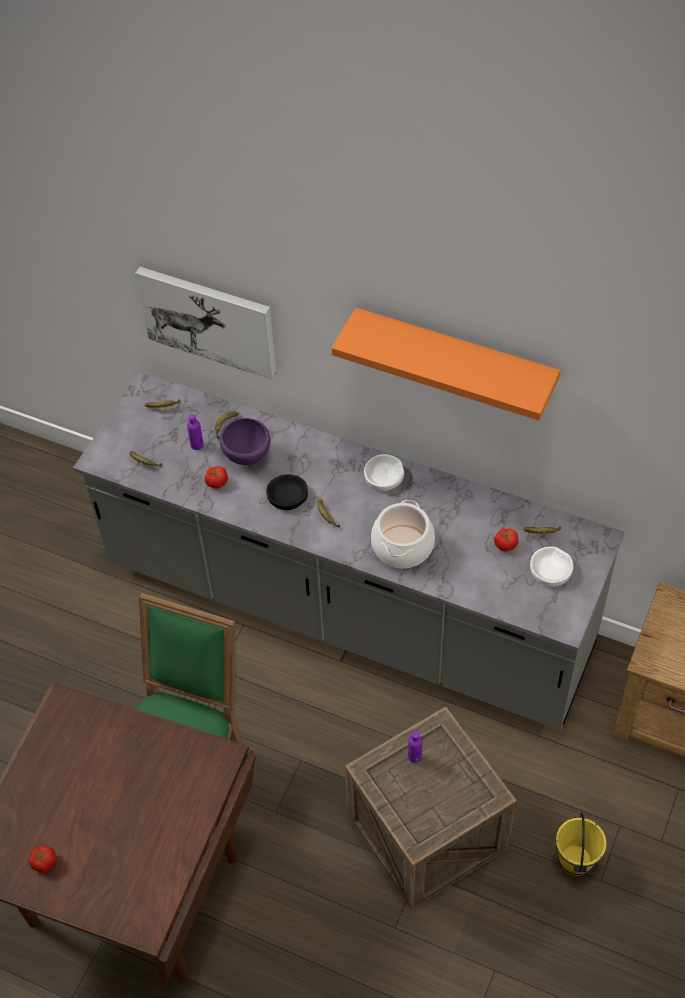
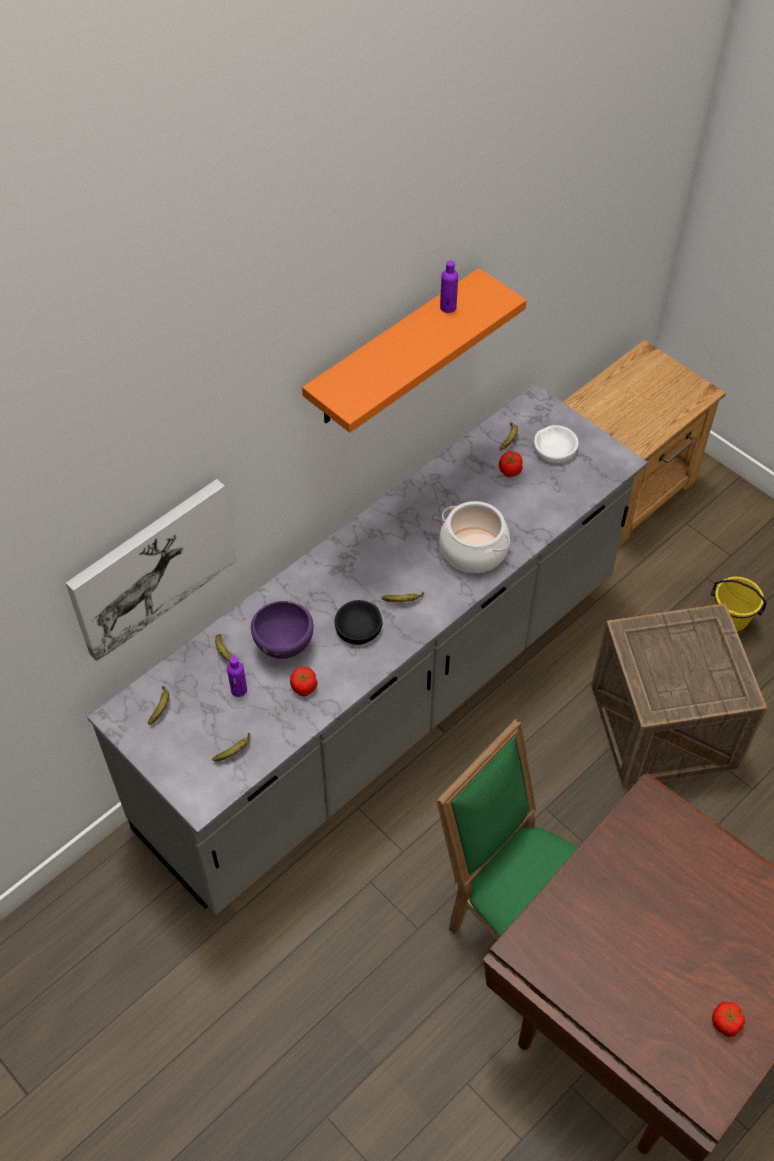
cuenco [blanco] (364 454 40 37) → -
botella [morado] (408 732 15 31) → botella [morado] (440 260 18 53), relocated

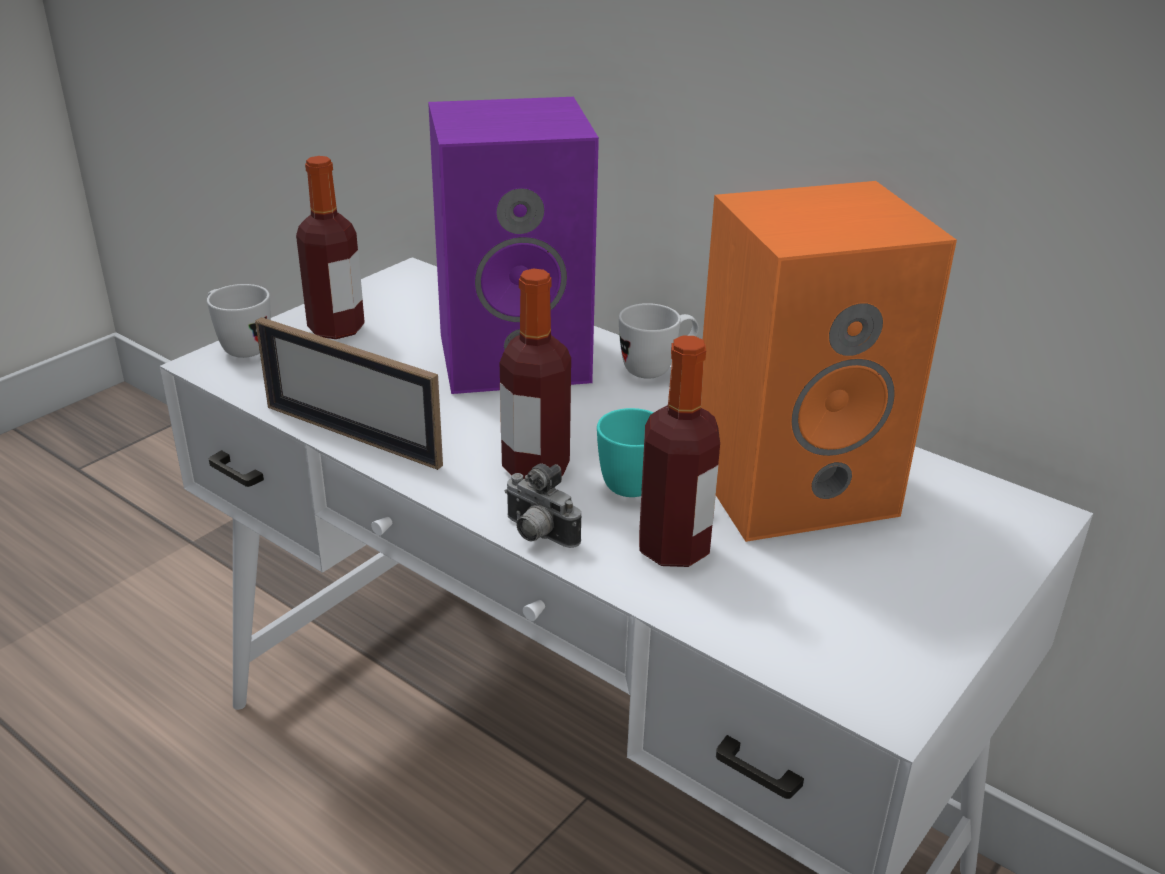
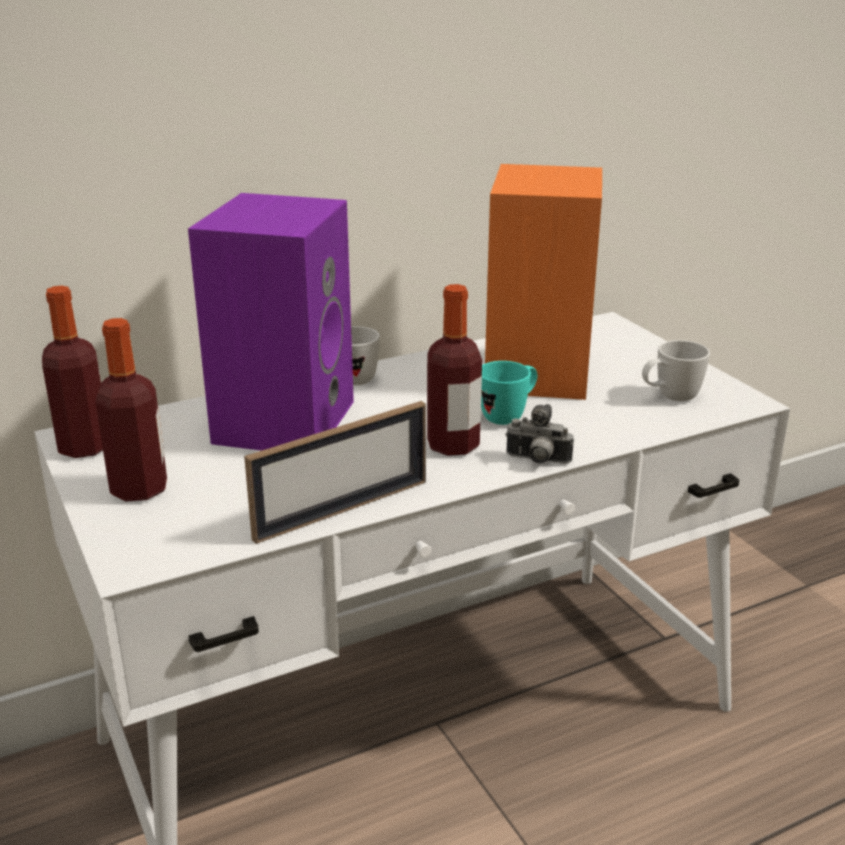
taza grande [blanco] (207 284 64 74) → taza grande [blanco] (642 340 68 61), relocated
cámara (505 463 76 85) → cámara (505 404 69 60), 45 degrees clockwise
botella (639 336 81 231) → botella (42 286 61 172), relocated

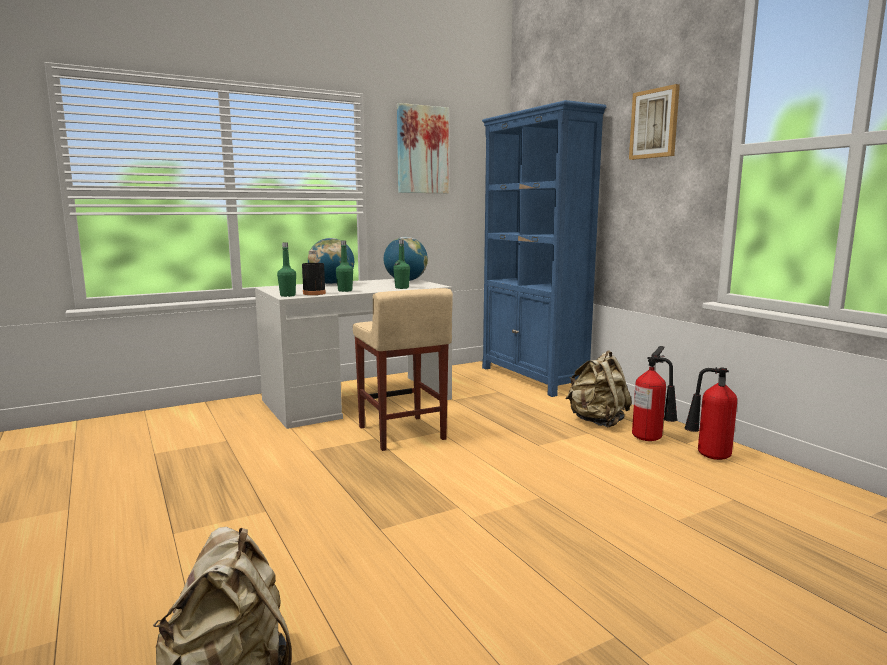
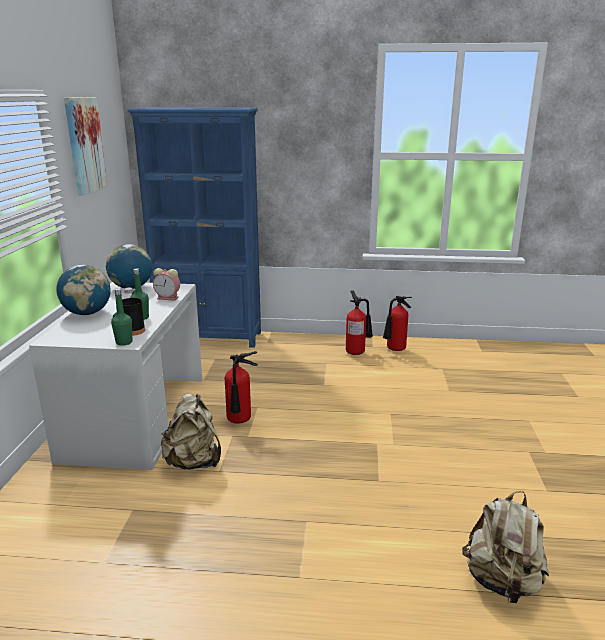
taburete [beis] (353 288 100 163) → extintor (225 351 33 73)
botella [verde] (393 239 17 50) → despertador (153 268 27 33)
mochila [beis] (566 351 66 77) → mochila [beis] (161 394 60 76), relocated
cuadro (629 84 51 76) → -

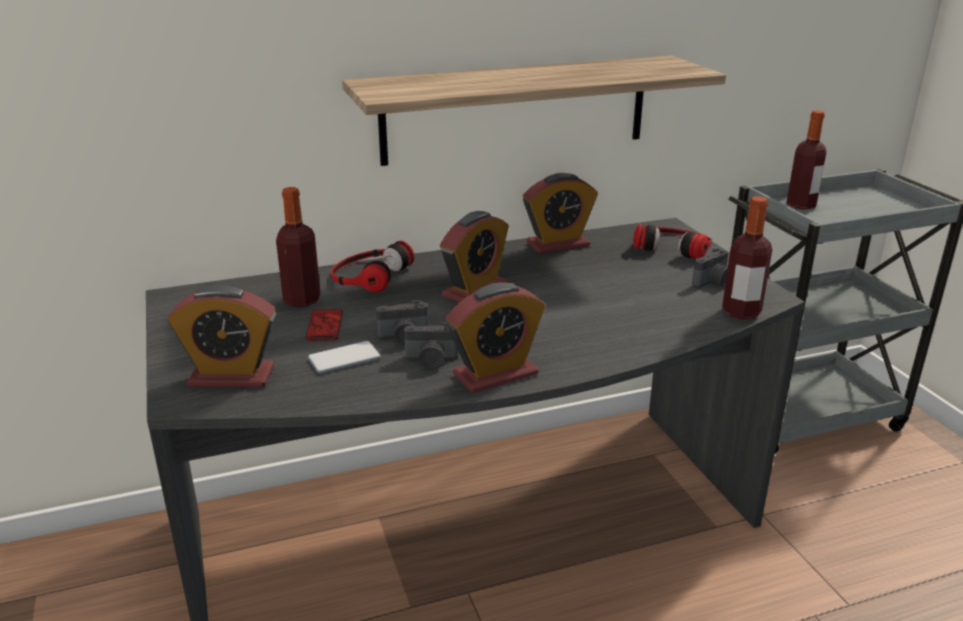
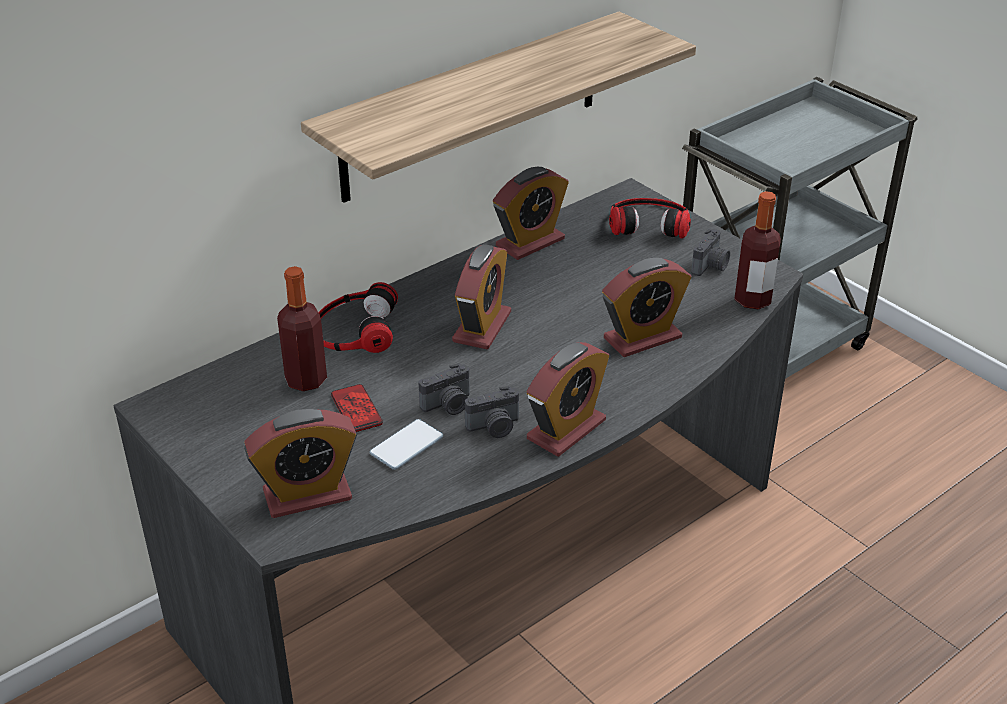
botella (786 110 41 99) → -
- → despertador (602 258 89 99)

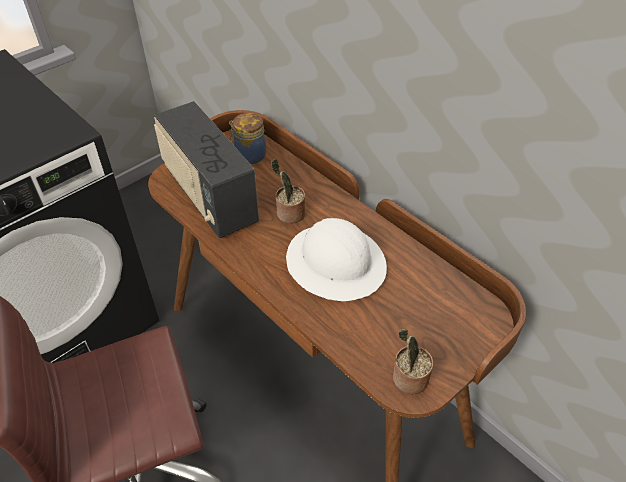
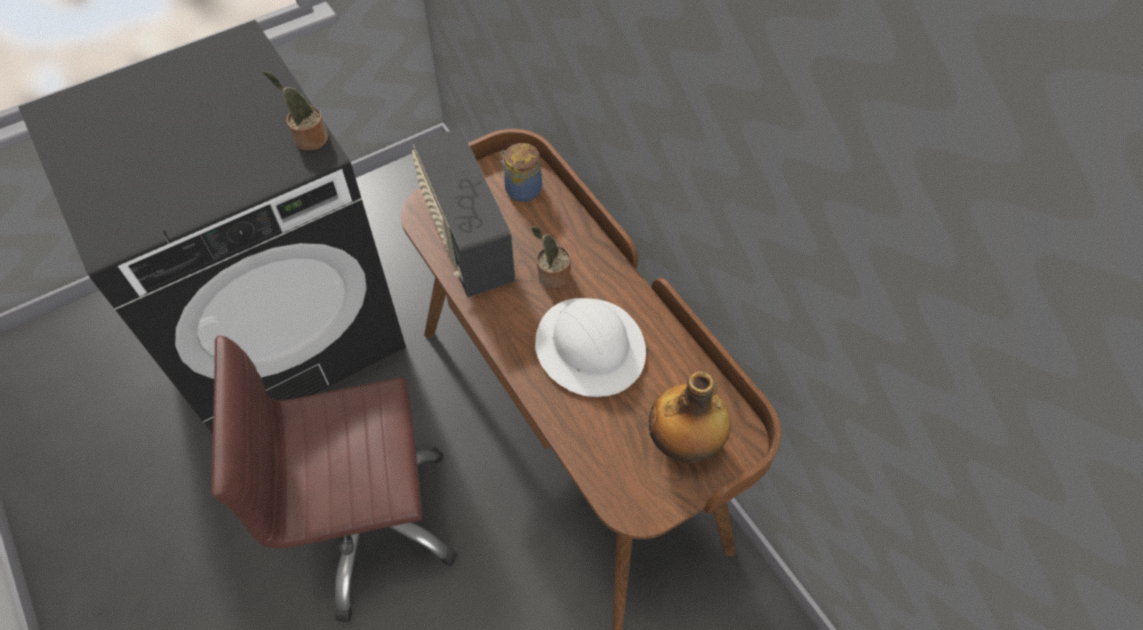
planta en maceta (393 329 40 65) → planta en maceta (263 71 65 80), relocated
- → botella (649 371 82 92)

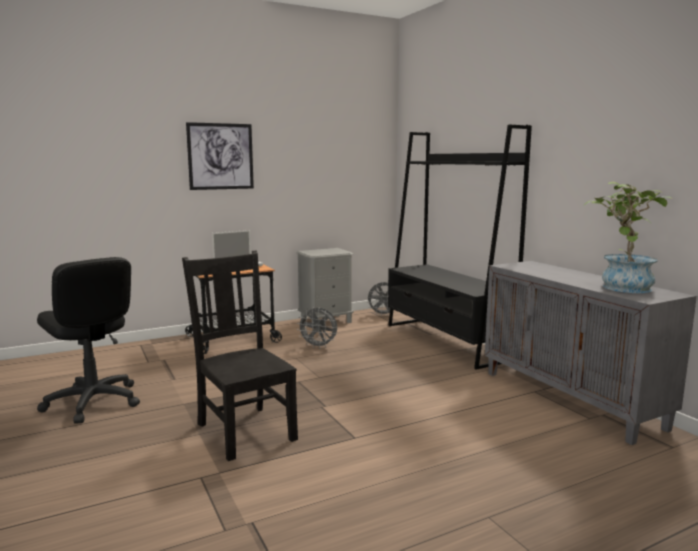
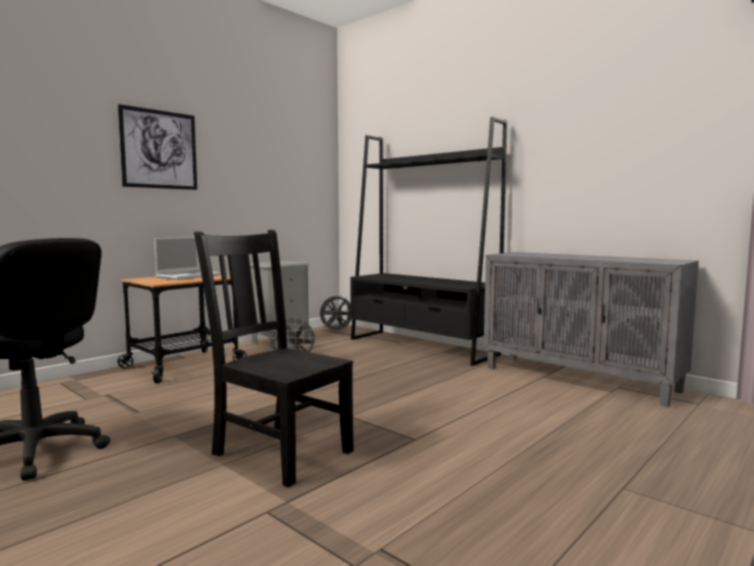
planta en maceta (584 182 89 111) → -

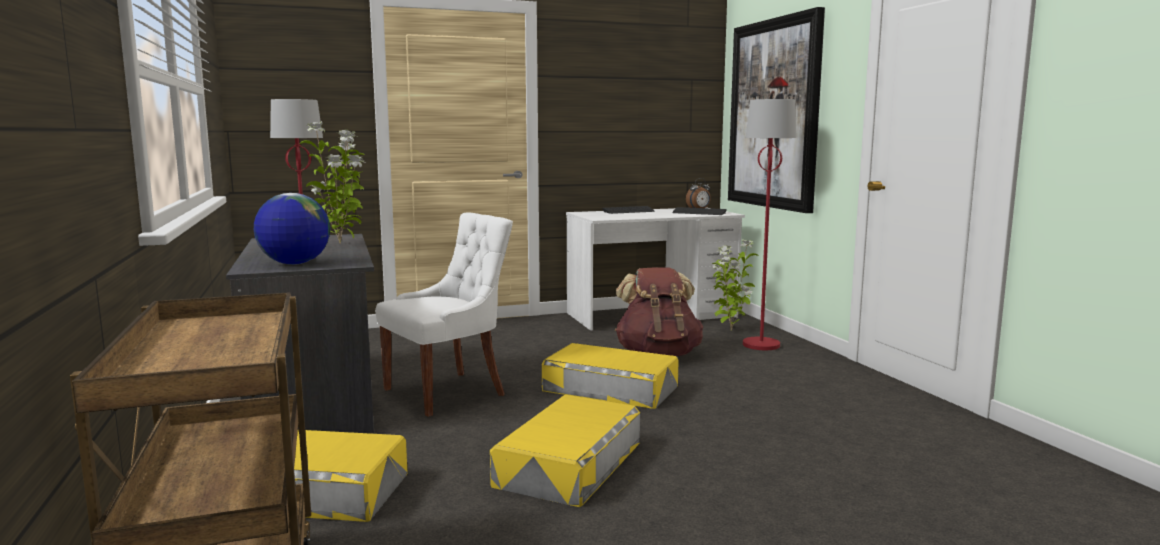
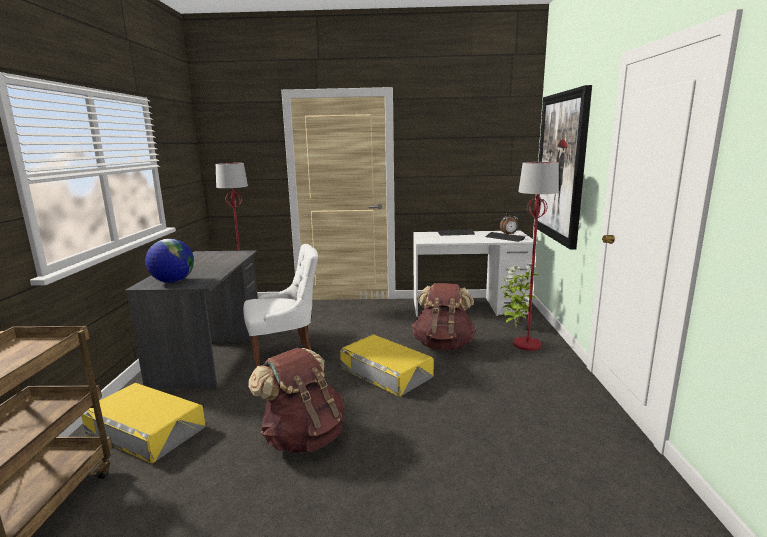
planta en maceta (300 121 66 123) → -
caja de almacenaje [amarillo] (490 395 150 112) → mochila [marrón] (248 347 97 106)

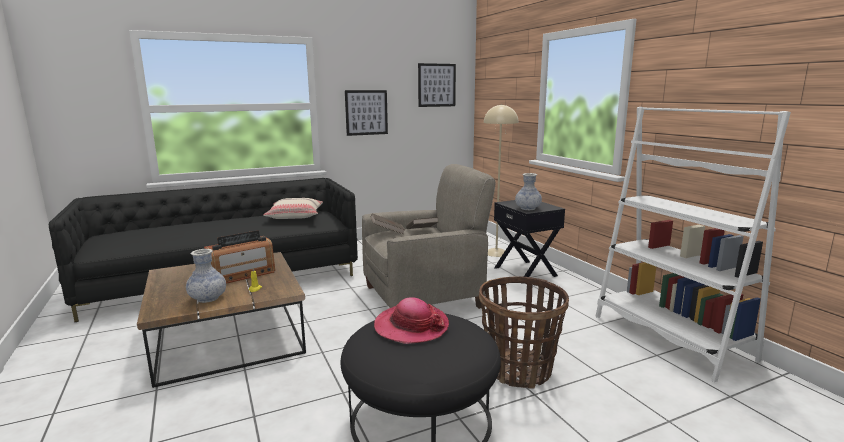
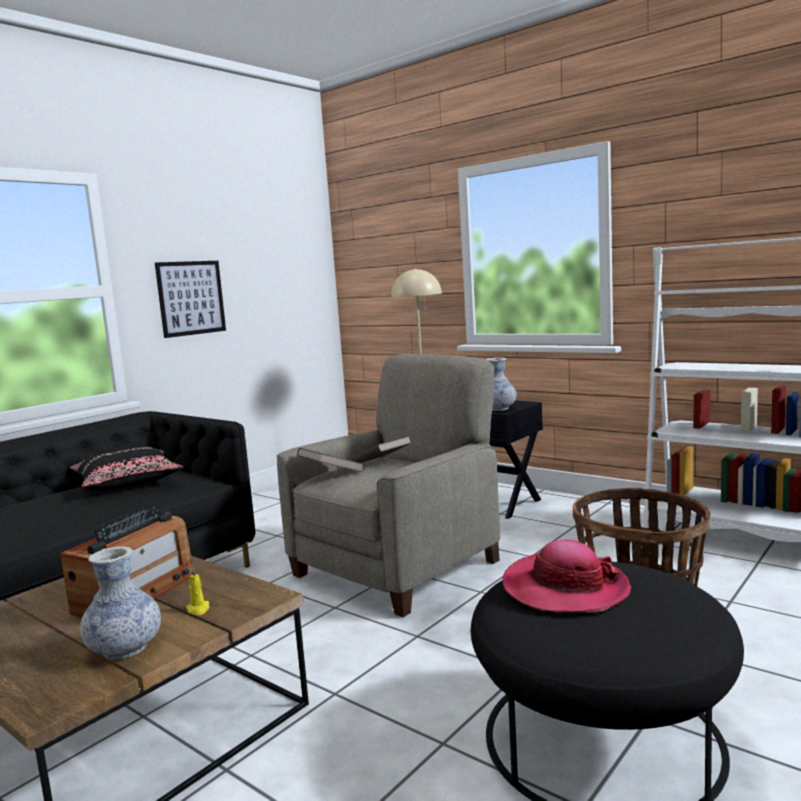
cojín [beis] (263 198 60 21) → cojín [negro] (70 446 114 45)
cuadro (418 63 38 44) → -

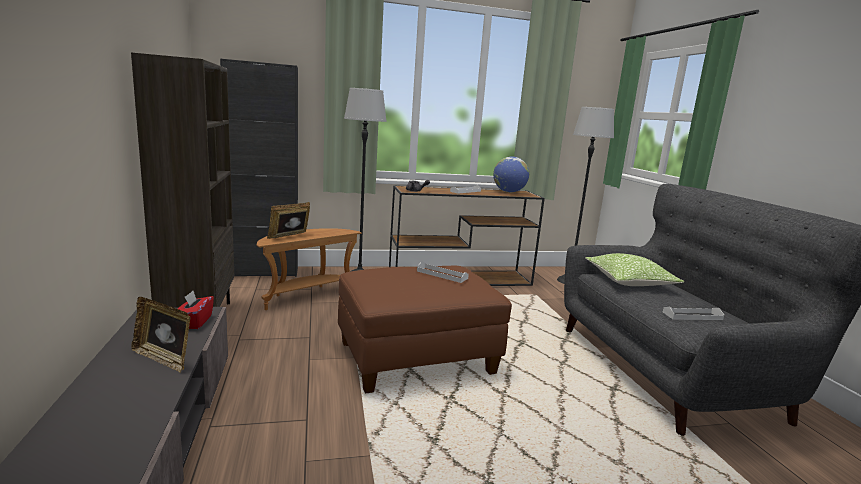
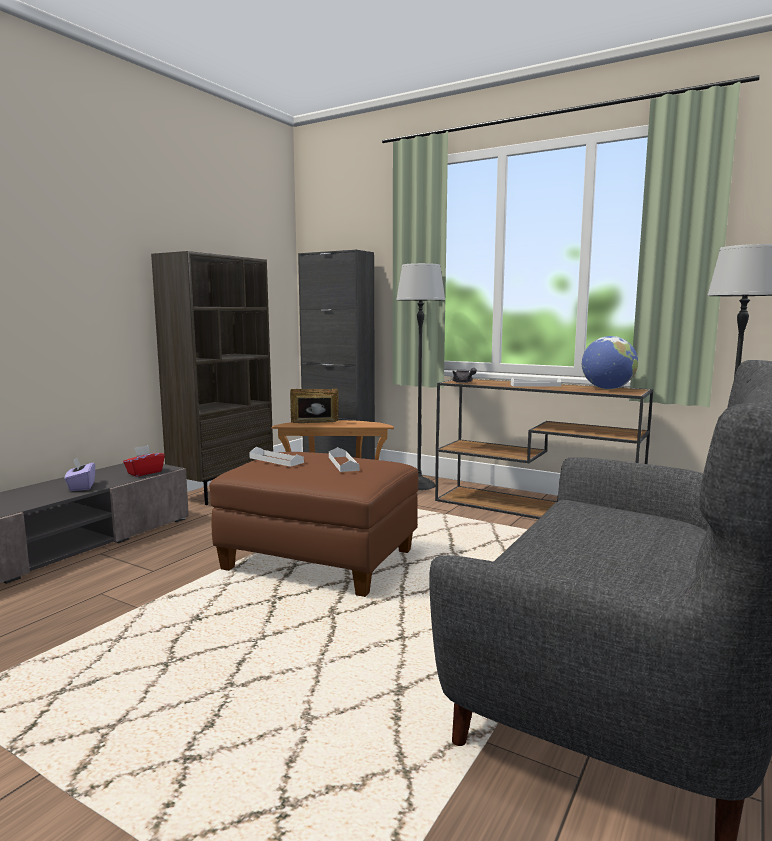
portarretratos (131 297 60 75) → caja de pañuelos [morado] (65 458 30 33)
cojín (585 253 99 33) → -
bandeja [blanco] (663 307 61 13) → bandeja [blanco] (249 447 55 20), relocated

